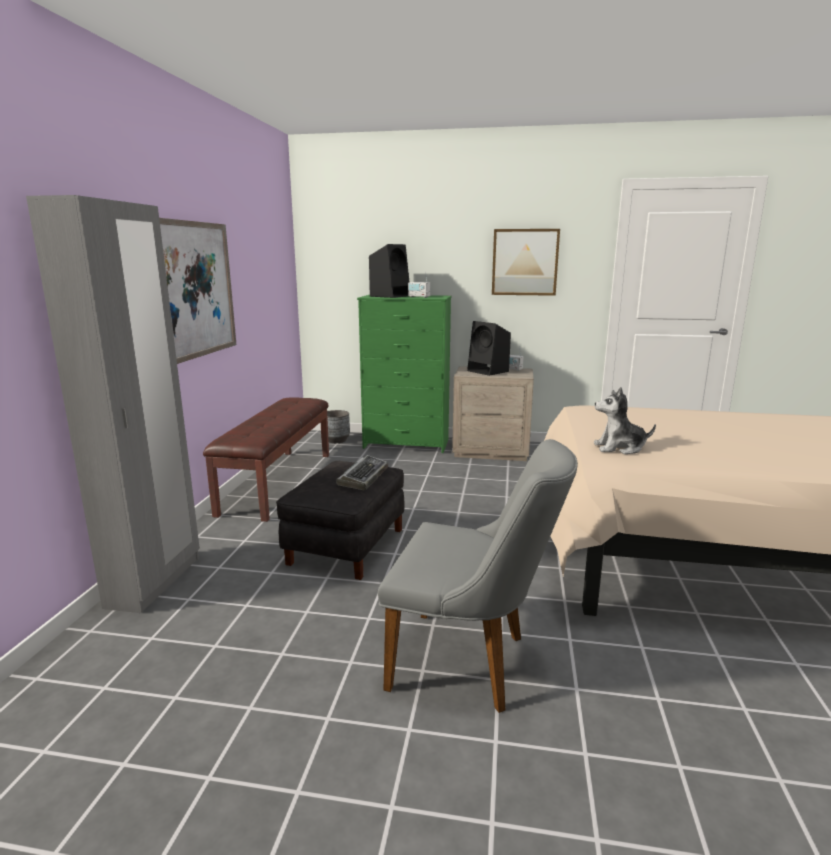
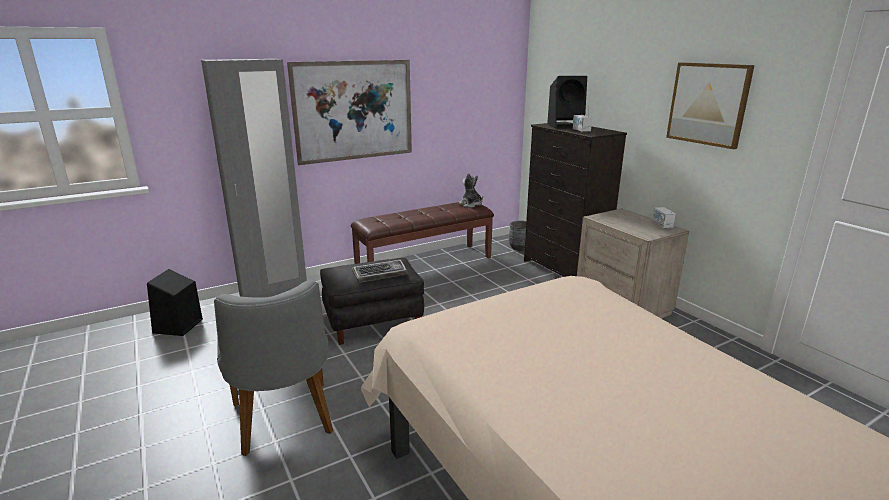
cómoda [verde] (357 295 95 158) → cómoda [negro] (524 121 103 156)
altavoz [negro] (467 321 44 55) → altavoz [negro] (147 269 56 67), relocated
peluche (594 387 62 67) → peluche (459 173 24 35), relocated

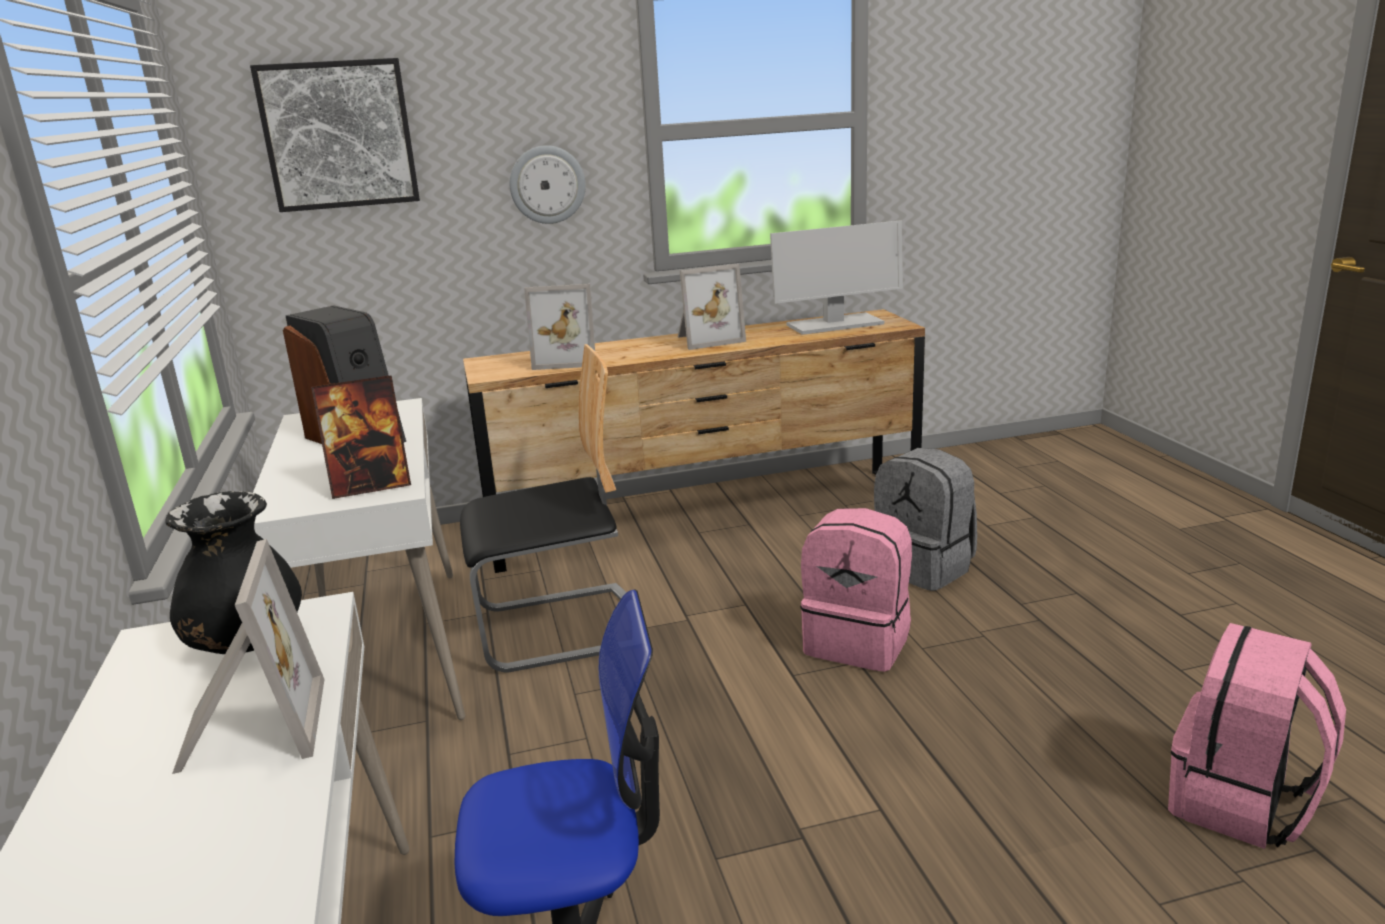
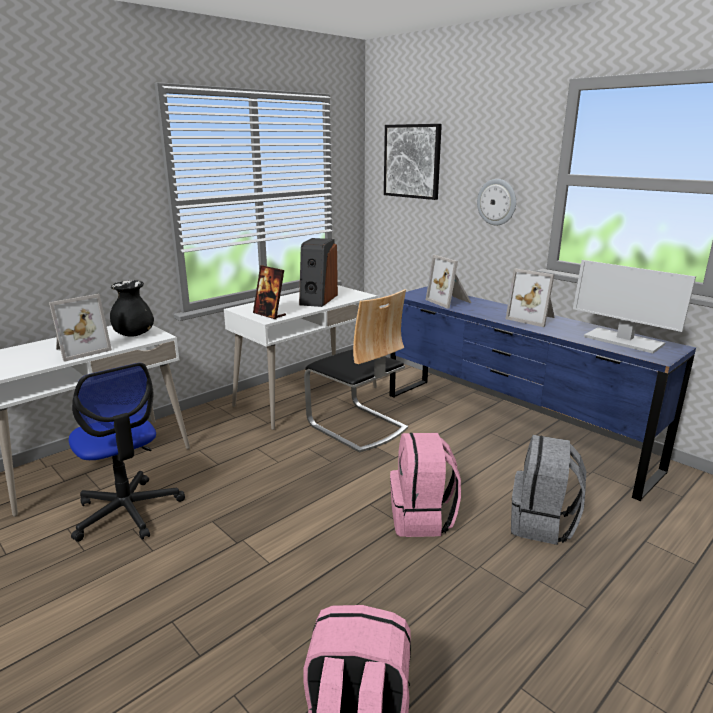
cómoda [marrón] (463 309 462 264) → cómoda [azul] (390 286 306 215)

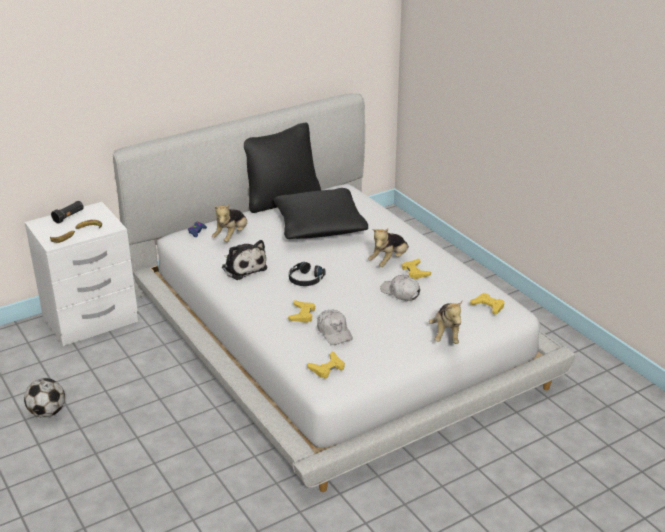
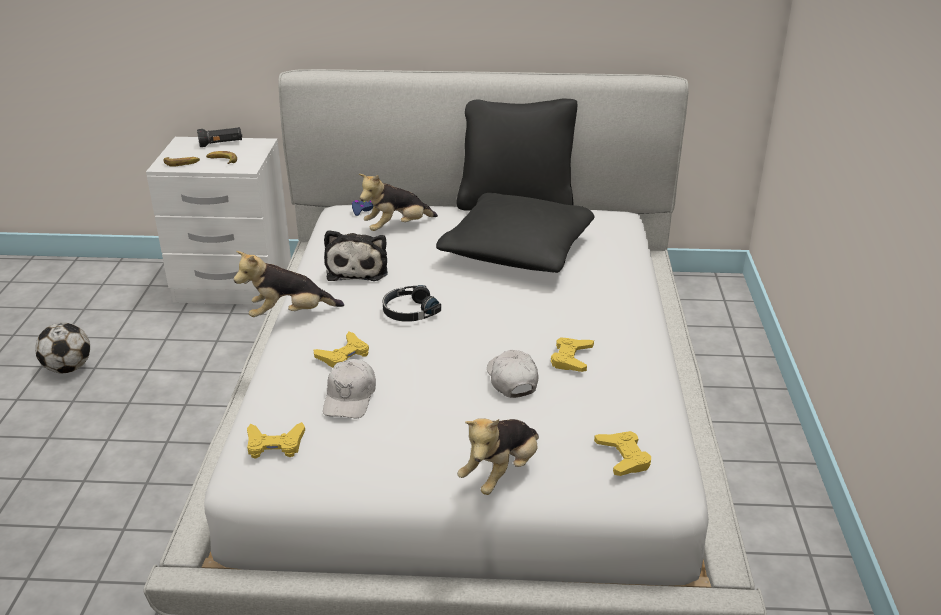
peluche (368 228 41 39) → peluche (234 251 110 66), relocated

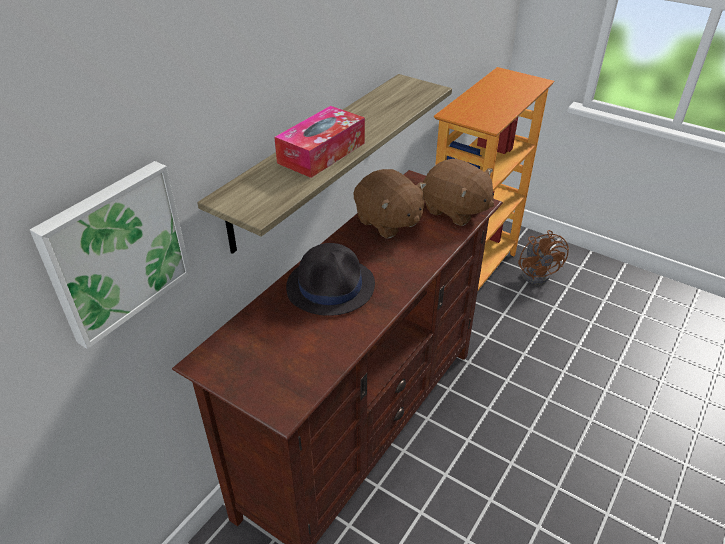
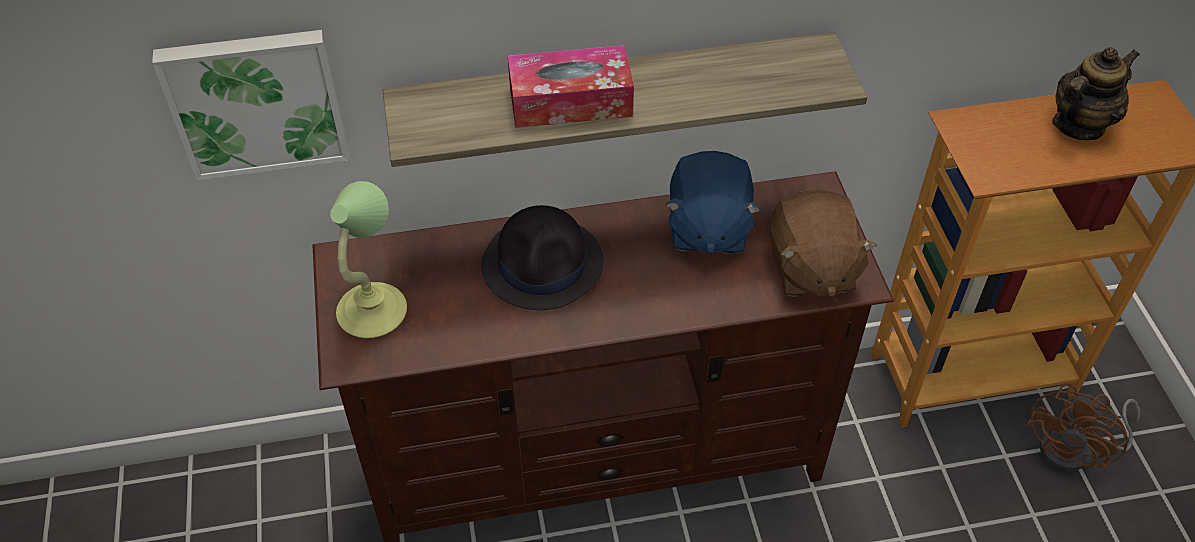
peluche [marrón] (354 169 72 70) → peluche [azul] (665 151 96 103)
- → lámpara de mesa (330 181 77 157)
- → tetera (1052 47 88 93)

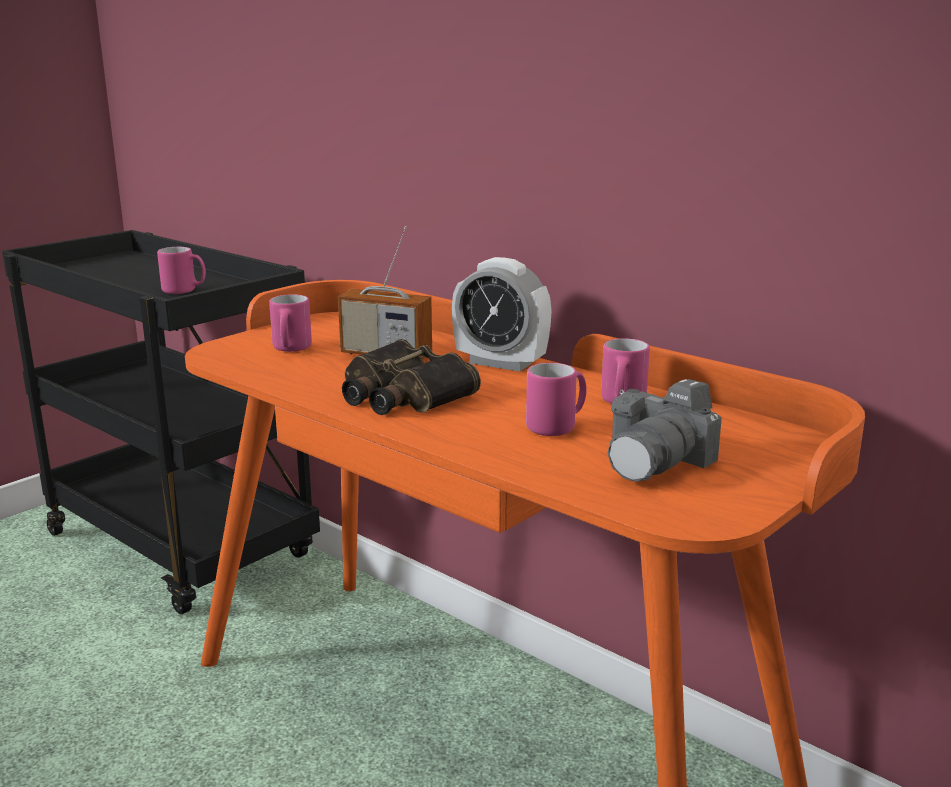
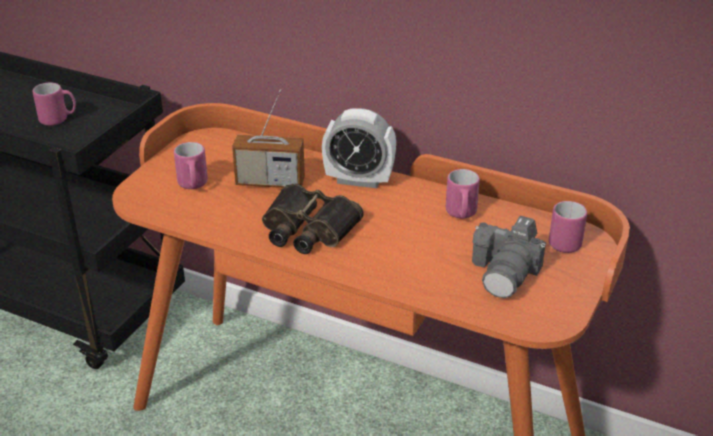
taza grande [rosa] (526 363 61 73) → taza grande [rosa] (549 201 38 52), relocated

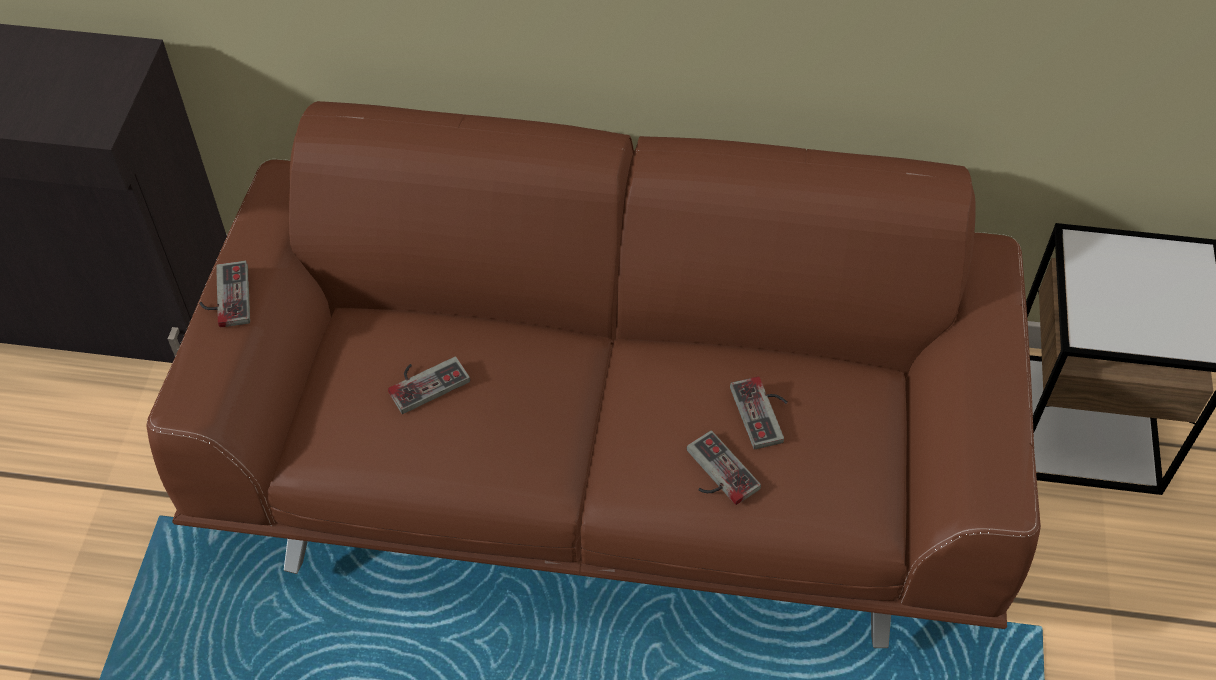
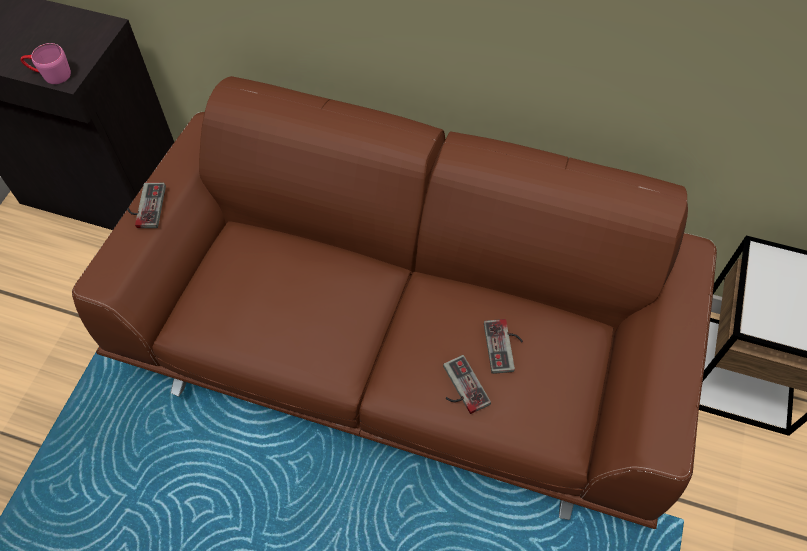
mando de consola (388 356 82 58) → -
- → taza grande [rosa] (21 43 50 41)

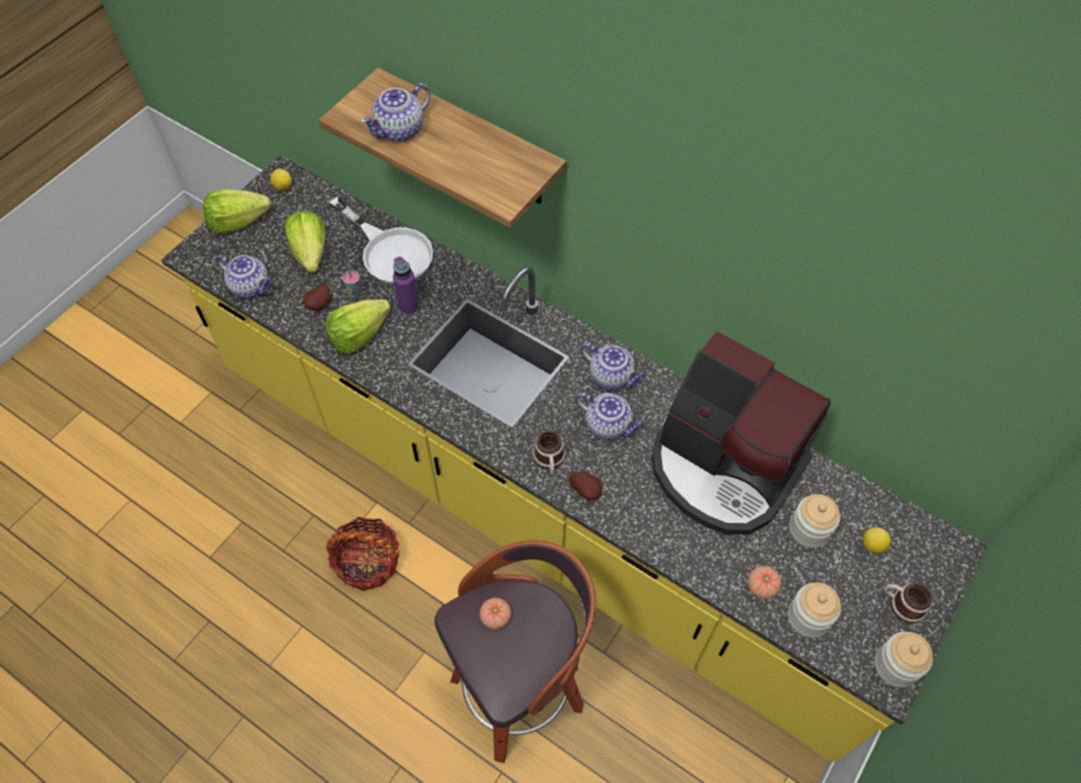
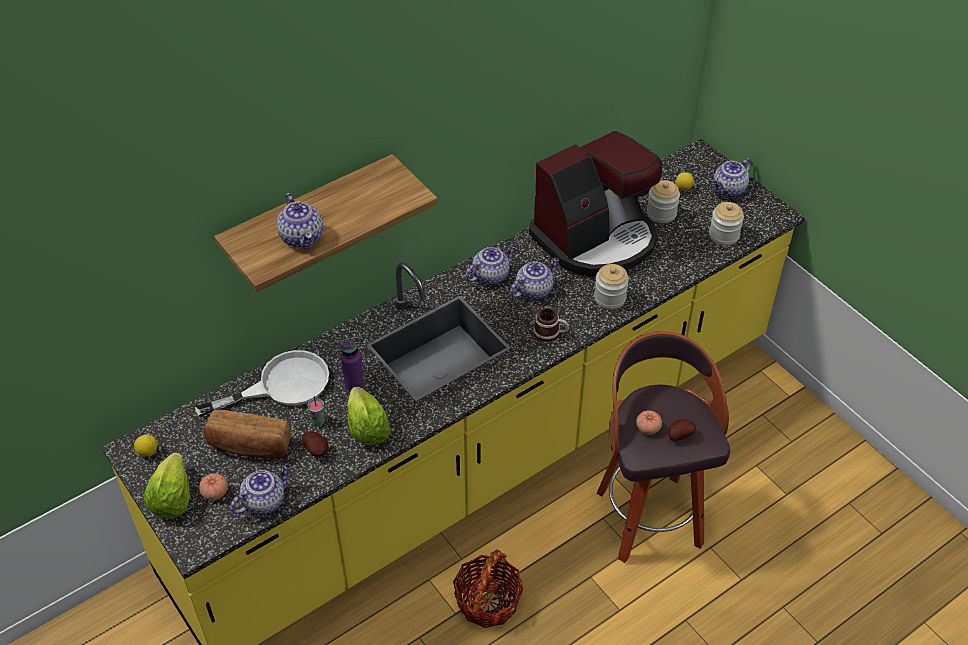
lechuga (285 211 41 62) → pan (204 410 87 49)
patata (569 472 33 28) → patata (668 419 28 22), relocated
tomate (748 566 34 33) → tomate (199 473 29 27), relocated
tarro (875 632 58 56) → tarro (594 264 35 46), relocated
taza grande (884 583 49 40) → tetera (713 158 39 39)

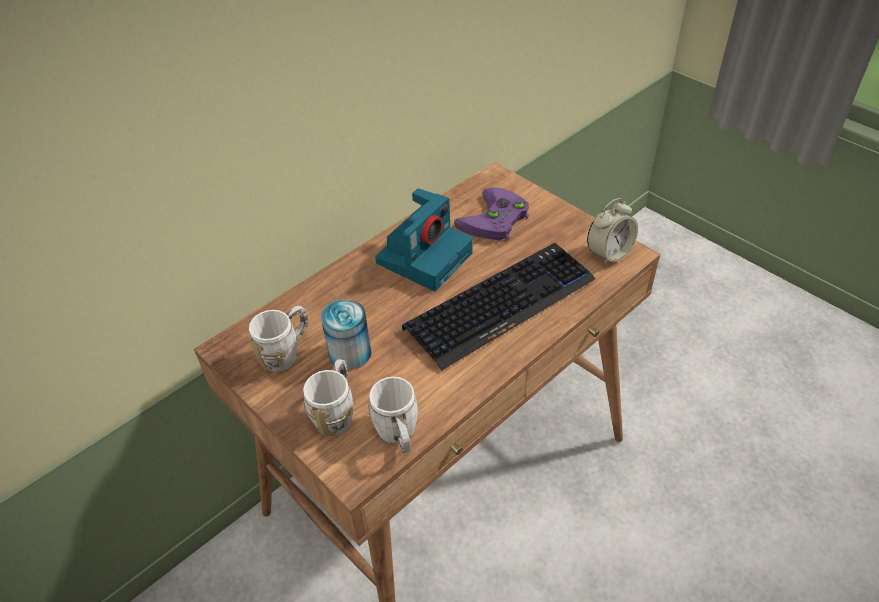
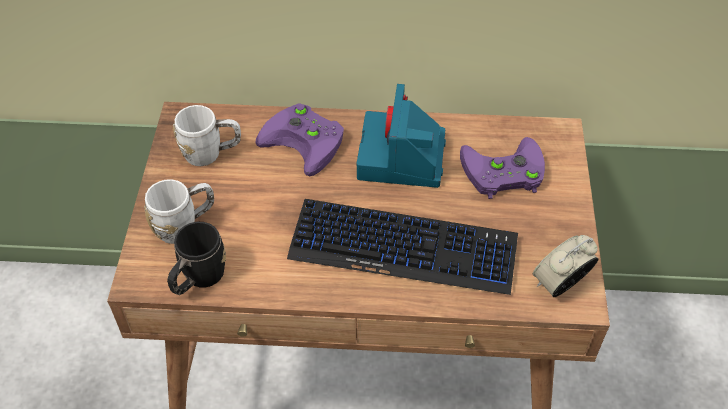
lata (321 299 51 71) → -
taza grande [blanco] (368 377 50 77) → taza grande [negro] (167 222 59 73)
cámara (375 188 98 103) → cámara (357 84 89 104), 105 degrees clockwise
despertador (587 198 51 68) → despertador (532 235 67 62), 135 degrees clockwise
- → mando de consola [morado] (255 104 89 72)

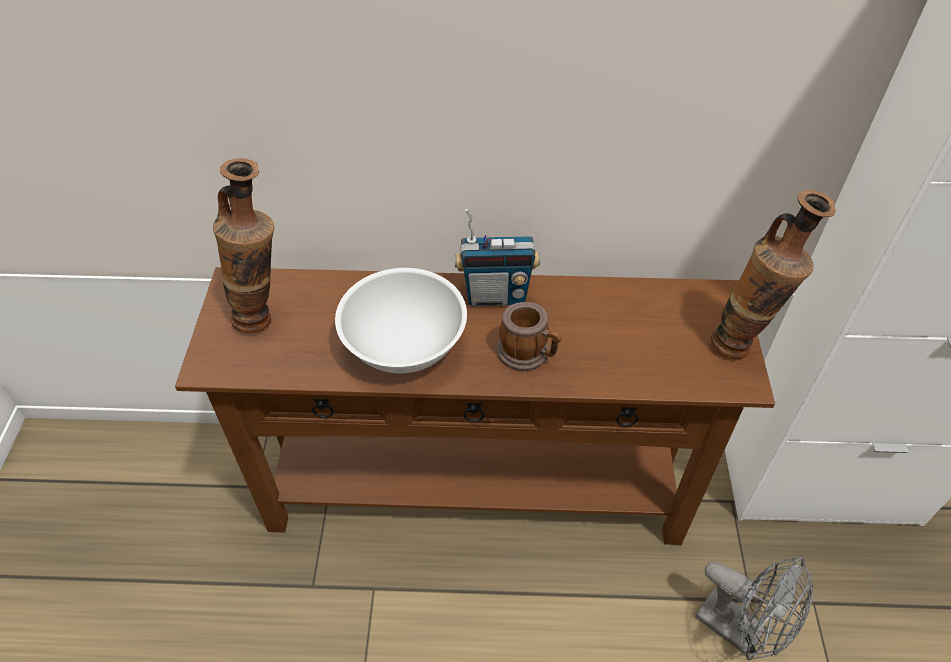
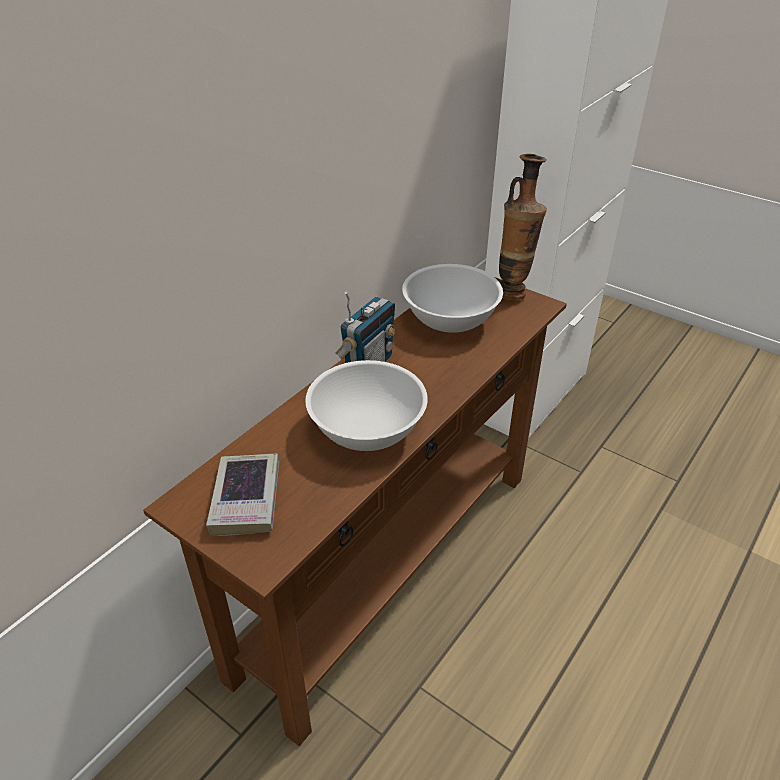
florero (213 158 61 175) → libro (206 454 74 82)
taza grande (497 302 65 69) → -
ventilador [gris] (695 557 118 103) → -
- → cuenco [blanco] (402 264 101 69)

